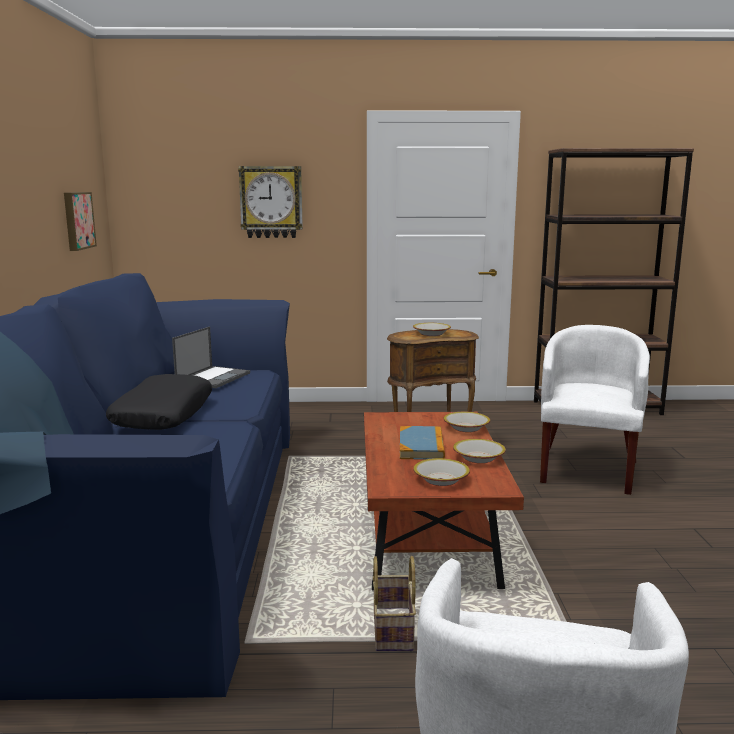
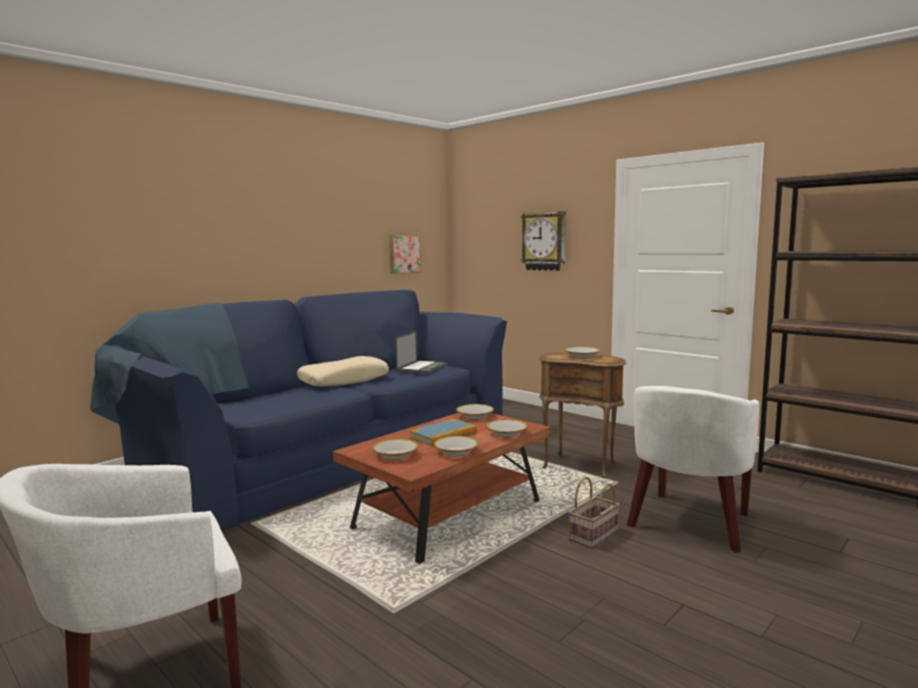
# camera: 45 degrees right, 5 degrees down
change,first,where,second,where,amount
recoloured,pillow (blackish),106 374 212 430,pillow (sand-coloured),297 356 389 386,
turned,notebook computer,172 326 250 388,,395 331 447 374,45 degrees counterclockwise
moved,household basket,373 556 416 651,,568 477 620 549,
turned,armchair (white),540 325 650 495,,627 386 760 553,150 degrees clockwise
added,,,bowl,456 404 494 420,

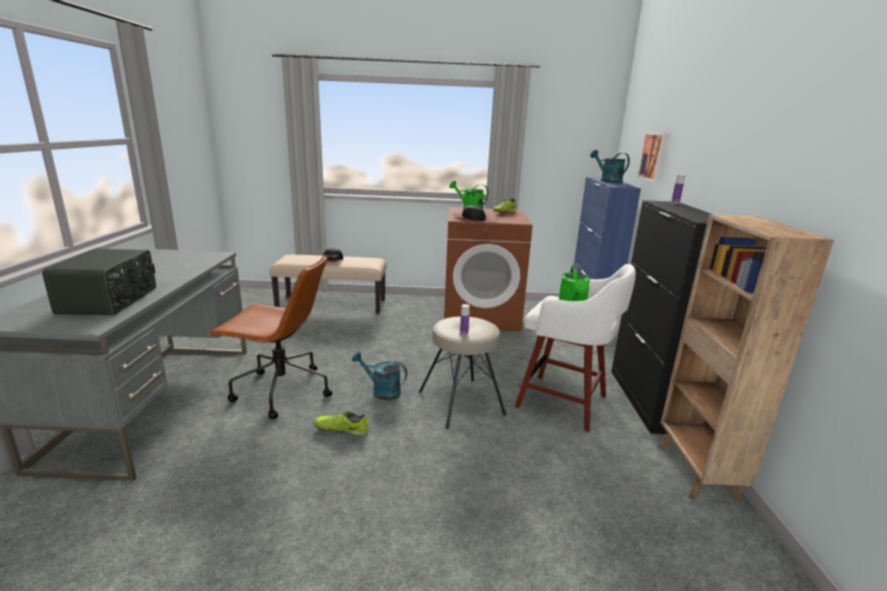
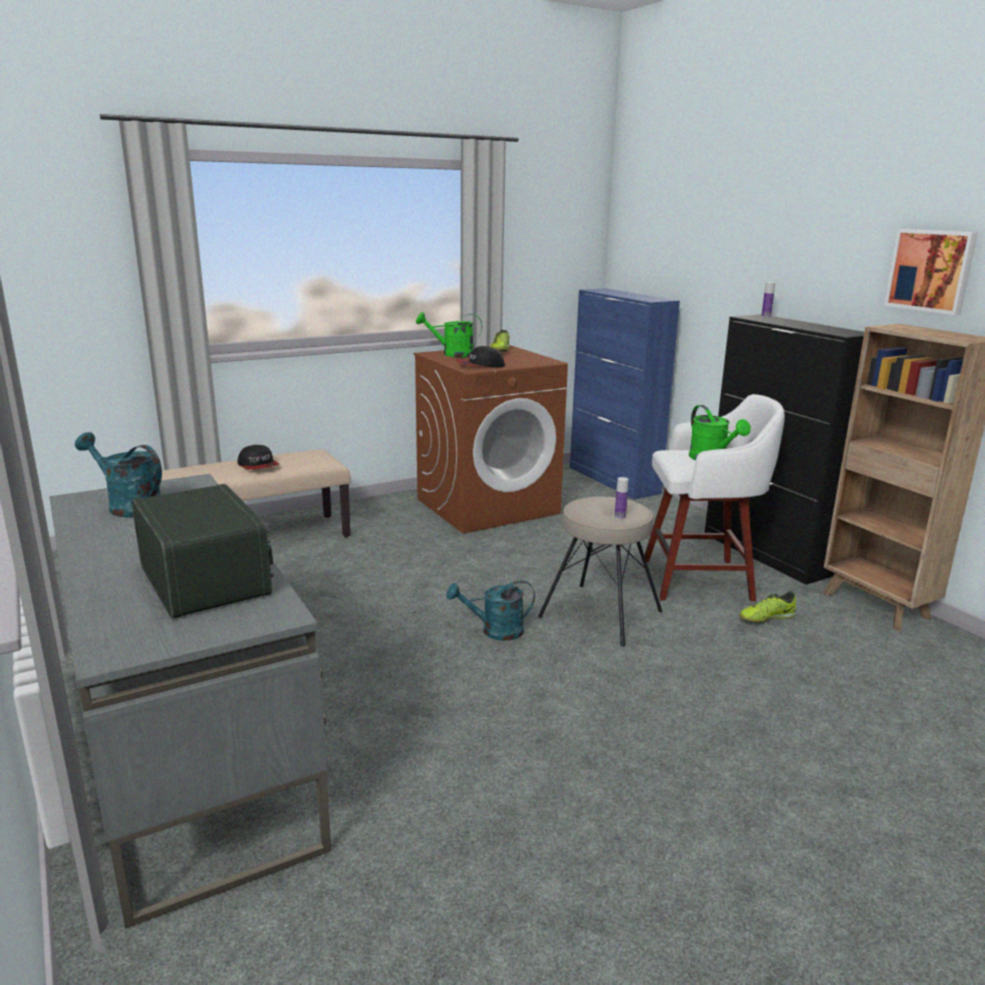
# camera: 30 degrees left, 0 degrees up
change,first,where,second,where,amount
removed,office chair (brownish),208 255 332 419,,,
moved,low shoe,314 411 369 436,,739 591 796 623,
moved,watering can (turquoise-coloured),590 150 630 183,,75 432 162 518,
moved,wall art,637 132 669 183,,884 229 978 315,

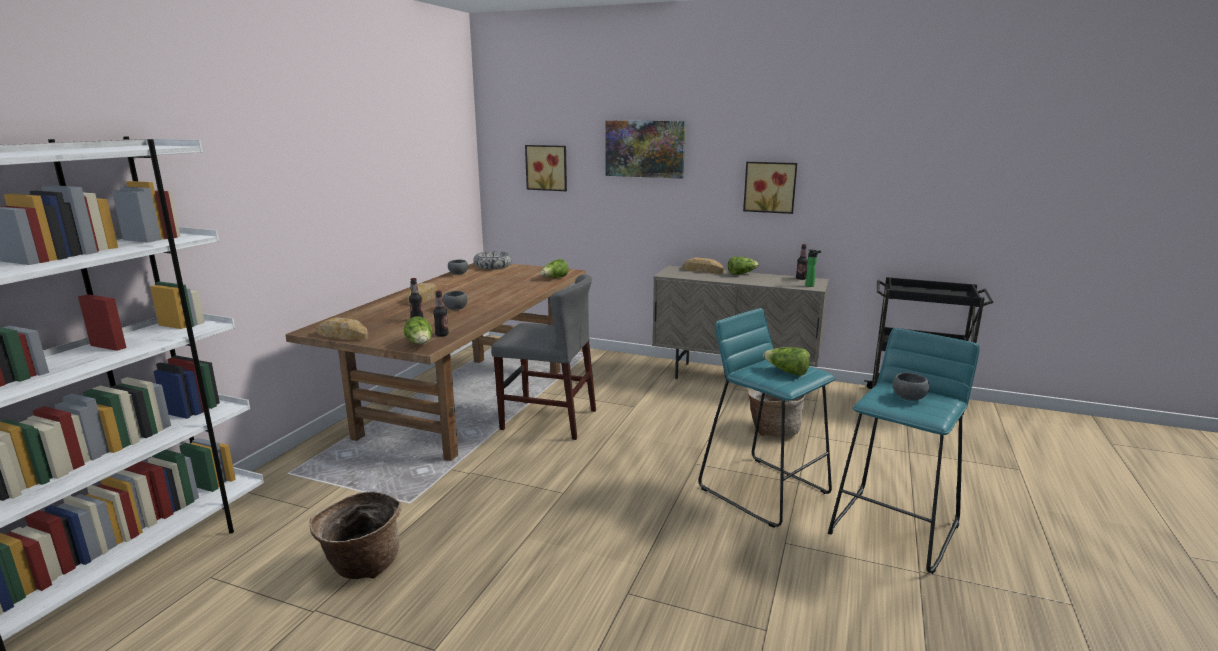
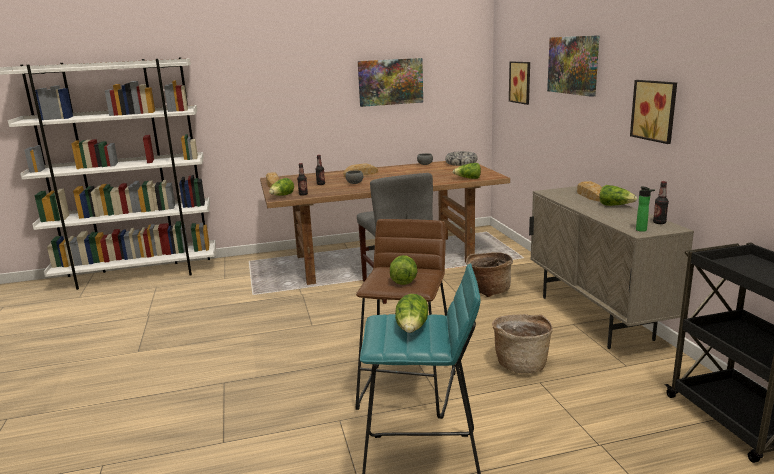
# camera: 55 degrees right, 0 degrees up
change,first,where,second,where,amount
moved,household basket,309 491 402 579,,466 252 513 297,
recoloured,stool seat (turquoise-coloured),698 308 836 528,stool seat (brownish),356 219 456 419,
replaced,bowl (gray),893 373 929 401,lettuce head,395 294 428 333,
added,,,wall art,358 58 423 107,

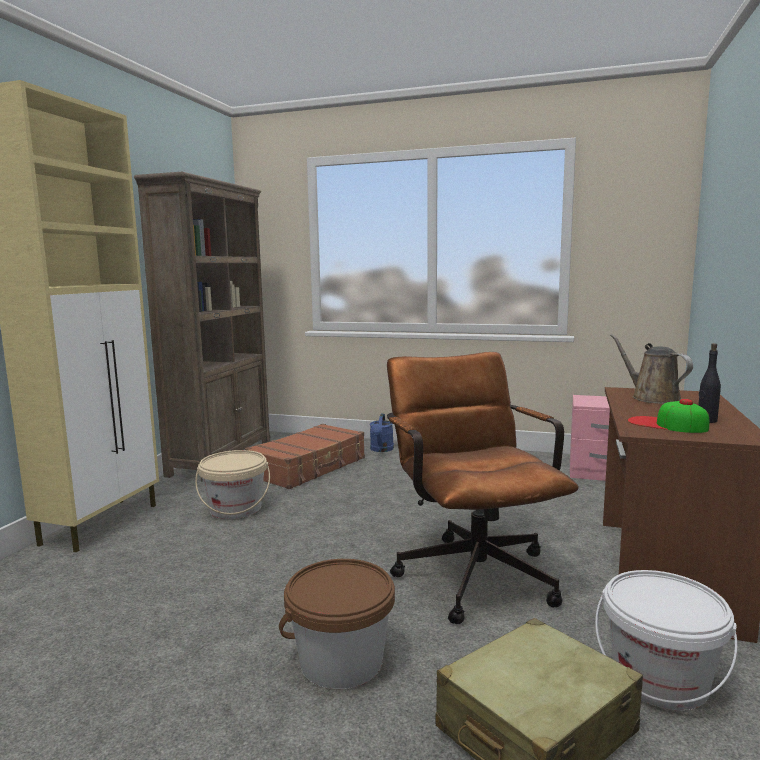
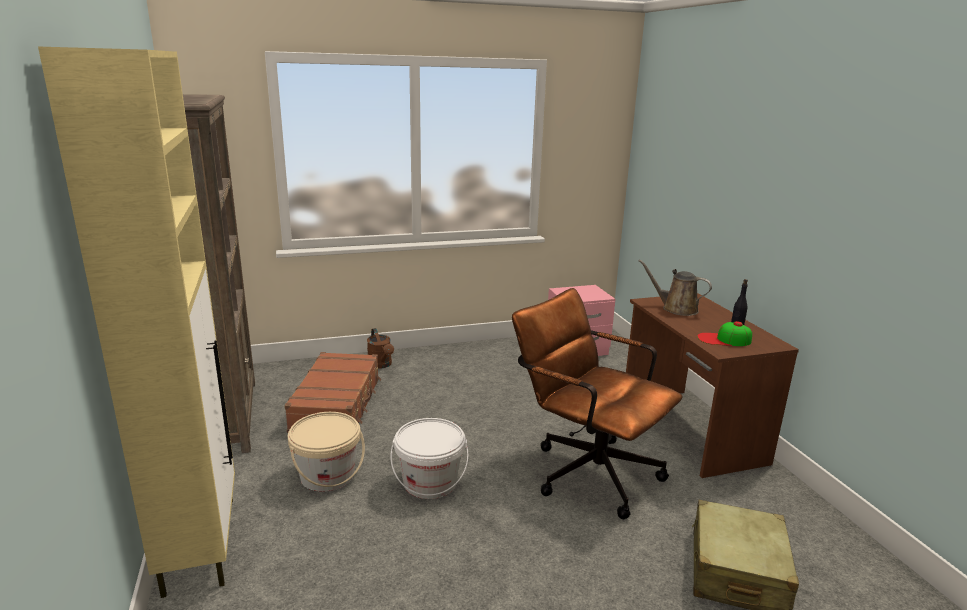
# camera: 35 degrees left, 10 degrees up
change,first,where,second,where,amount
removed,water bucket (brownish),279 559 395 689,,,
recoloured,watering can (blue-coloured),370 414 394 452,watering can (brownish),367 328 394 369,
moved,water bucket (white),595 570 737 711,,390 418 468 499,

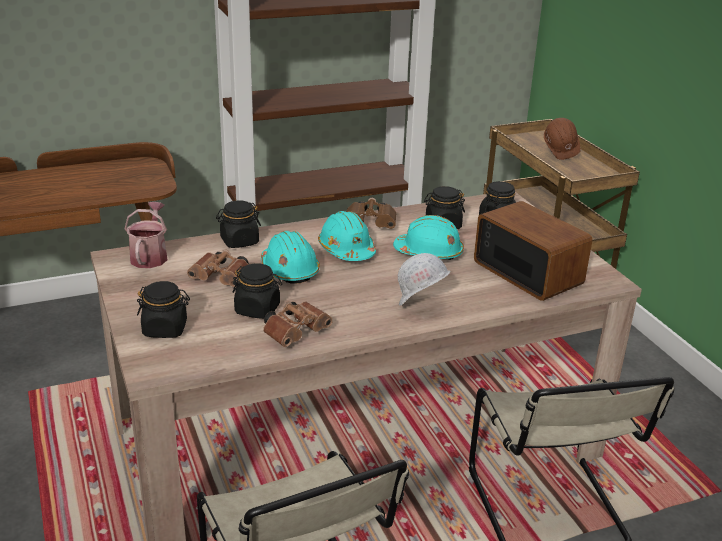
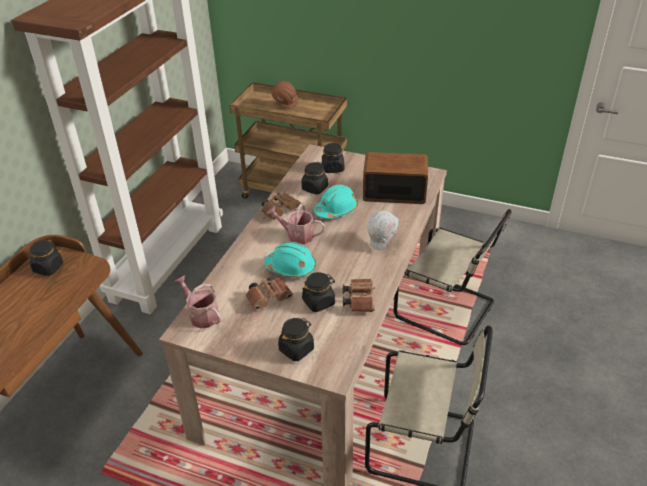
# camera: 45 degrees left, 10 degrees up
change,first,where,second,where,amount
moved,jar (blackish),216 200 261 248,,30 239 63 276,
replaced,hard hat (turquoise-coloured),318 211 376 261,watering can,267 204 325 244,

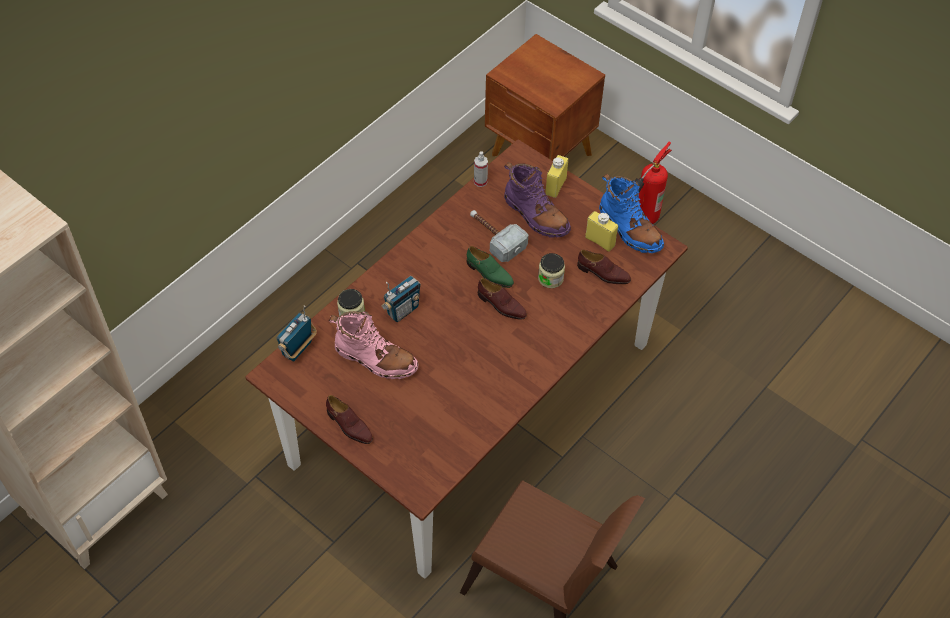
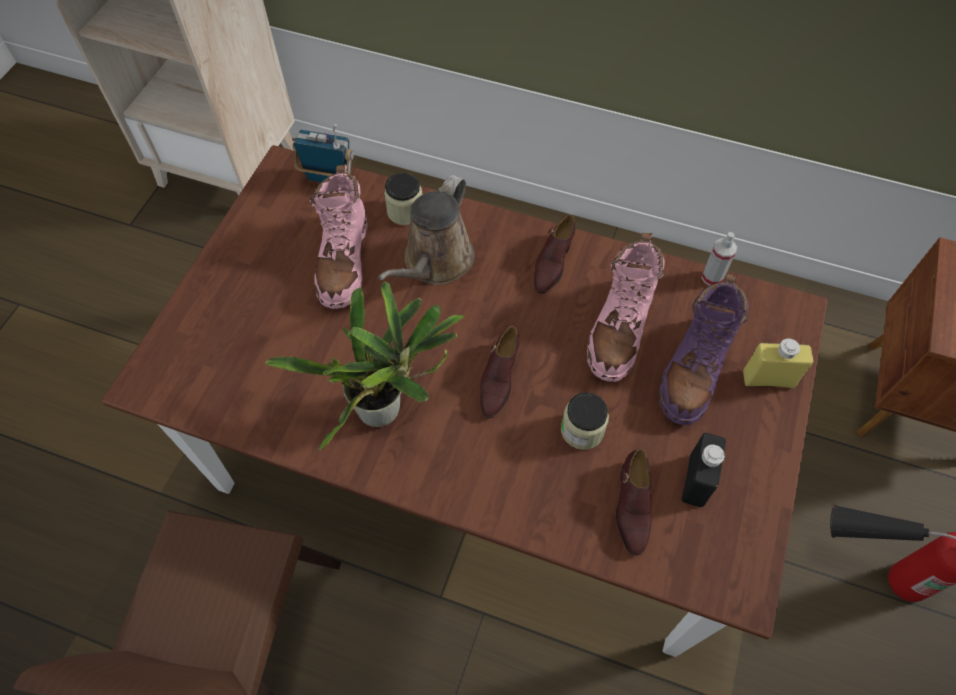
# camera: 70 degrees right, 5 degrees up
change,first,where,second,where,amount
moved,low shoe (brownish),326 395 373 444,,534 214 576 294,
replaced,radio set,381 276 421 322,watering can (brownish),378 175 475 285,
removed,low shoe (greenish),467 246 514 288,,,
replaced,hand hammer,470 210 528 262,high-top boot (pink),587 233 665 382,
recoloured,drink bottle (yellowish),585 211 618 252,drink bottle (blackish),682 433 726 507,
removed,high-top boot (blue-coloured),599 173 664 253,,,
added,,,potted plant,265 282 464 451,

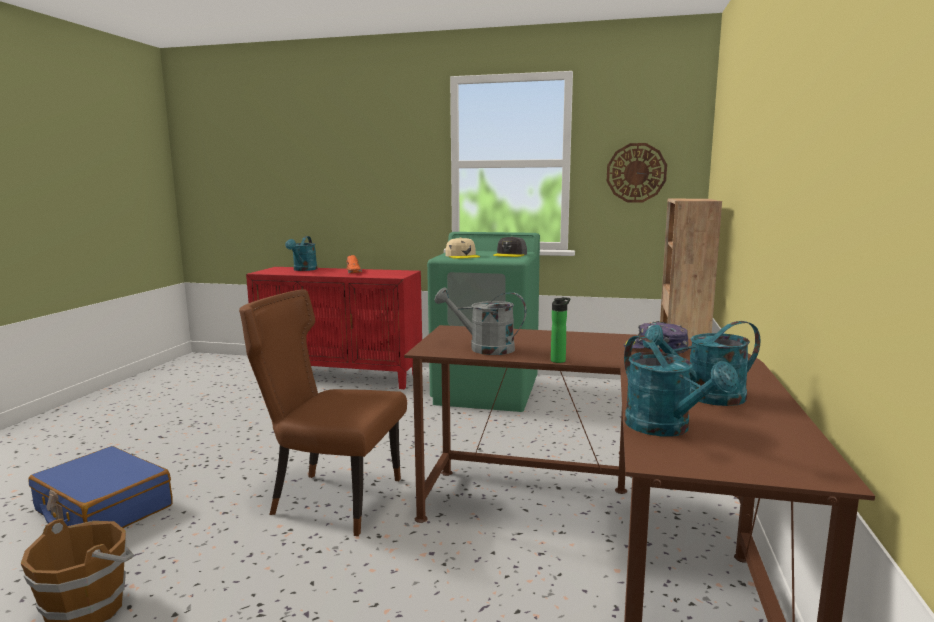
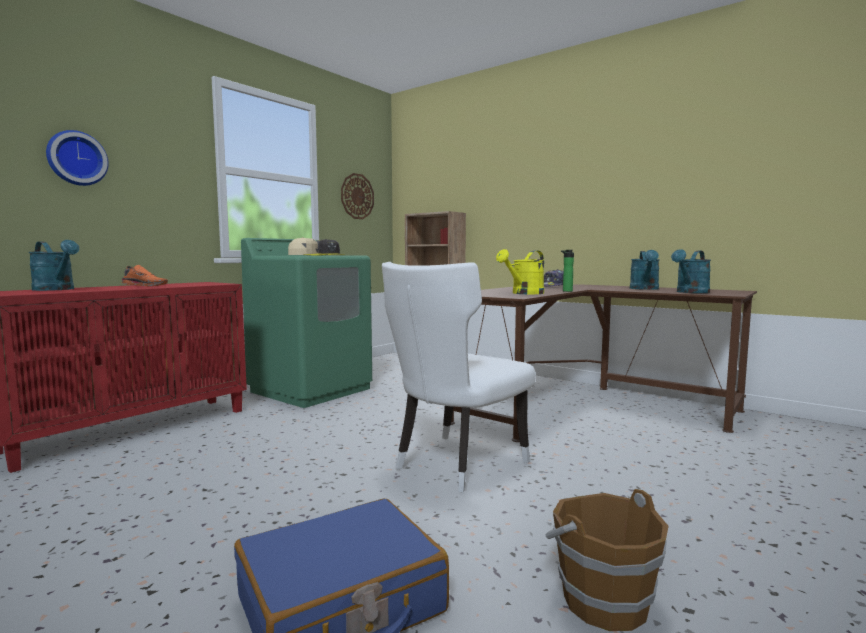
# camera: 65 degrees left, 5 degrees down
change,first,where,second,where,amount
recoloured,upright chair (brownish),239 289 407 536,upright chair (white),382 262 536 492,
recoloured,watering can (gray),434 287 527 355,watering can (yellowish),496 249 544 294,
turned,watering can (turquoise-coloured),624 335 738 436,,671 249 711 293,135 degrees clockwise
added,,,clock on the wall,46 130 109 186,

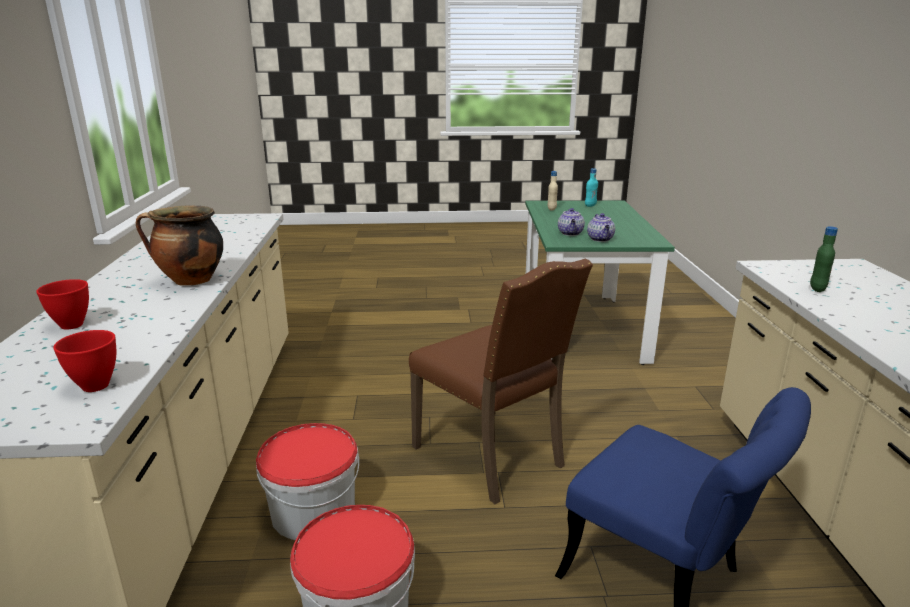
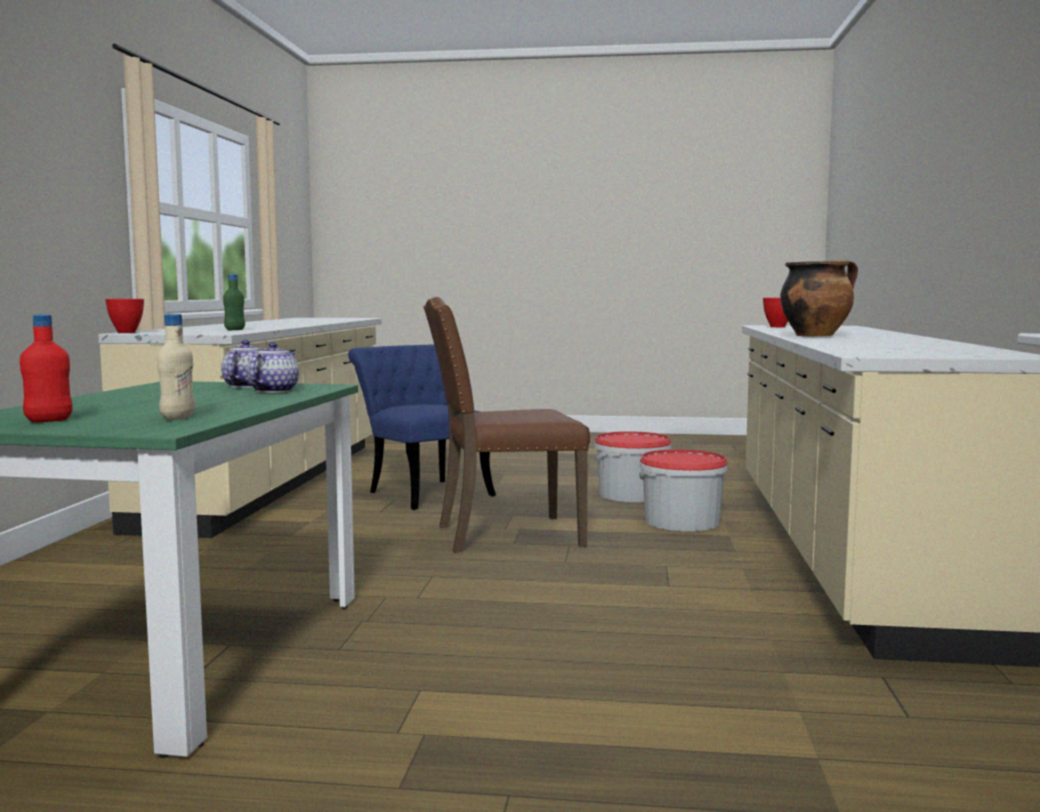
# camera: 170 degrees left, 15 degrees down
change,first,where,second,where,amount
moved,bowl (red),36 279 89 330,,105 299 144 333,
turned,upright chair (brownish),409 259 593 504,,423 297 590 553,75 degrees counterclockwise
recoloured,drink bottle (turquoise-coloured),585 168 598 207,drink bottle (red),20 314 73 422,

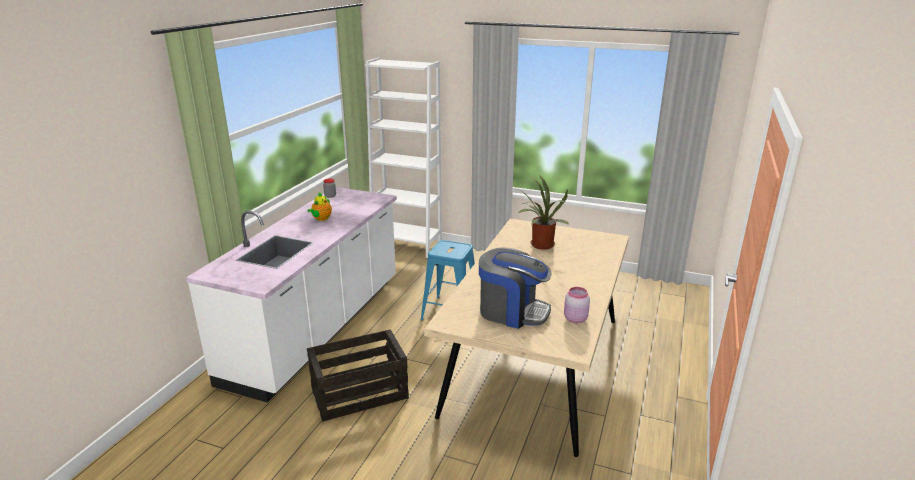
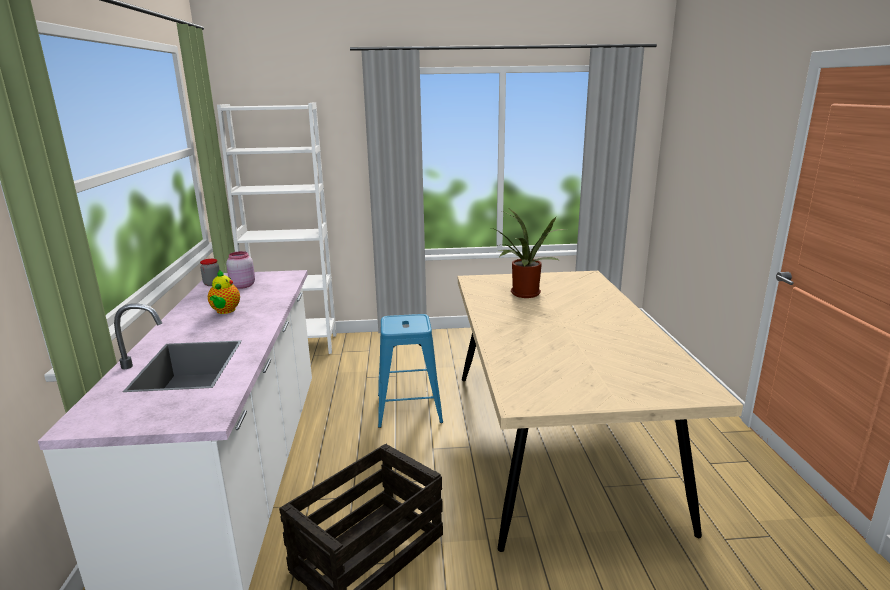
# camera: 25 degrees left, 5 degrees down
change,first,where,second,where,amount
removed,coffee brewer,479 247 552 329,,,
moved,jar (pink),564 287 590 323,,226 251 255 289,

